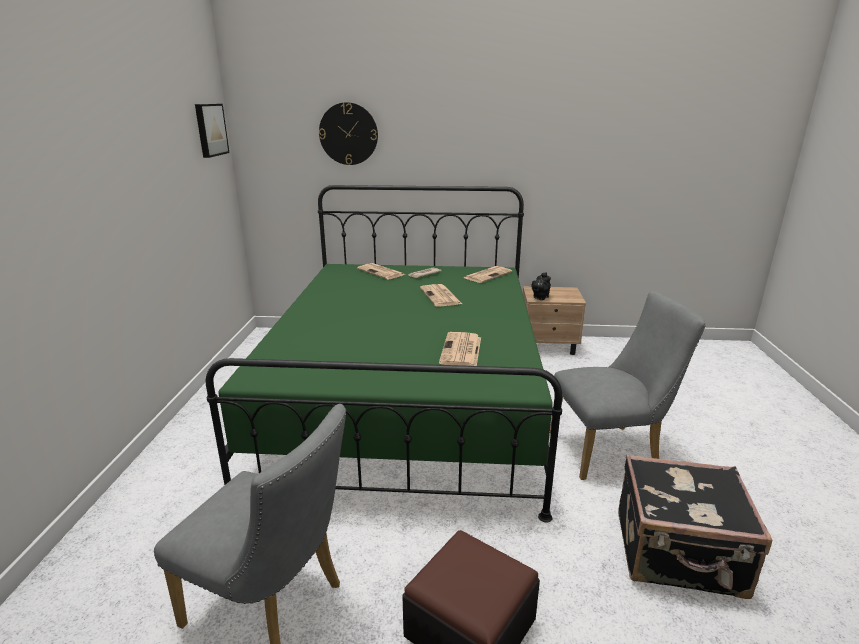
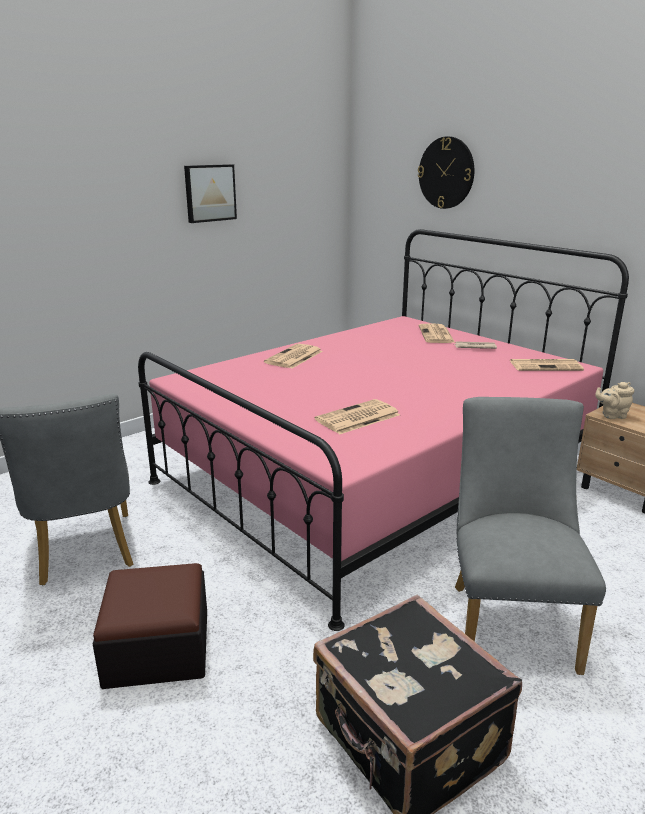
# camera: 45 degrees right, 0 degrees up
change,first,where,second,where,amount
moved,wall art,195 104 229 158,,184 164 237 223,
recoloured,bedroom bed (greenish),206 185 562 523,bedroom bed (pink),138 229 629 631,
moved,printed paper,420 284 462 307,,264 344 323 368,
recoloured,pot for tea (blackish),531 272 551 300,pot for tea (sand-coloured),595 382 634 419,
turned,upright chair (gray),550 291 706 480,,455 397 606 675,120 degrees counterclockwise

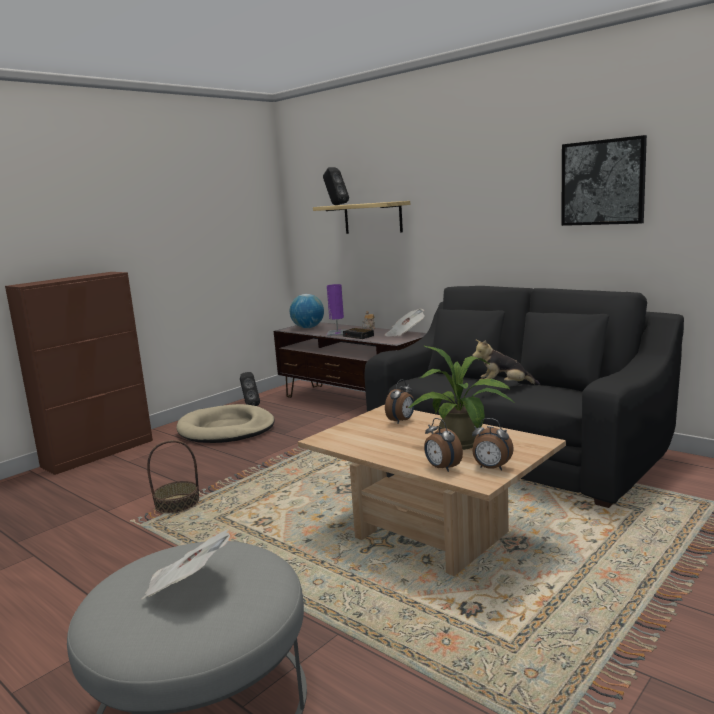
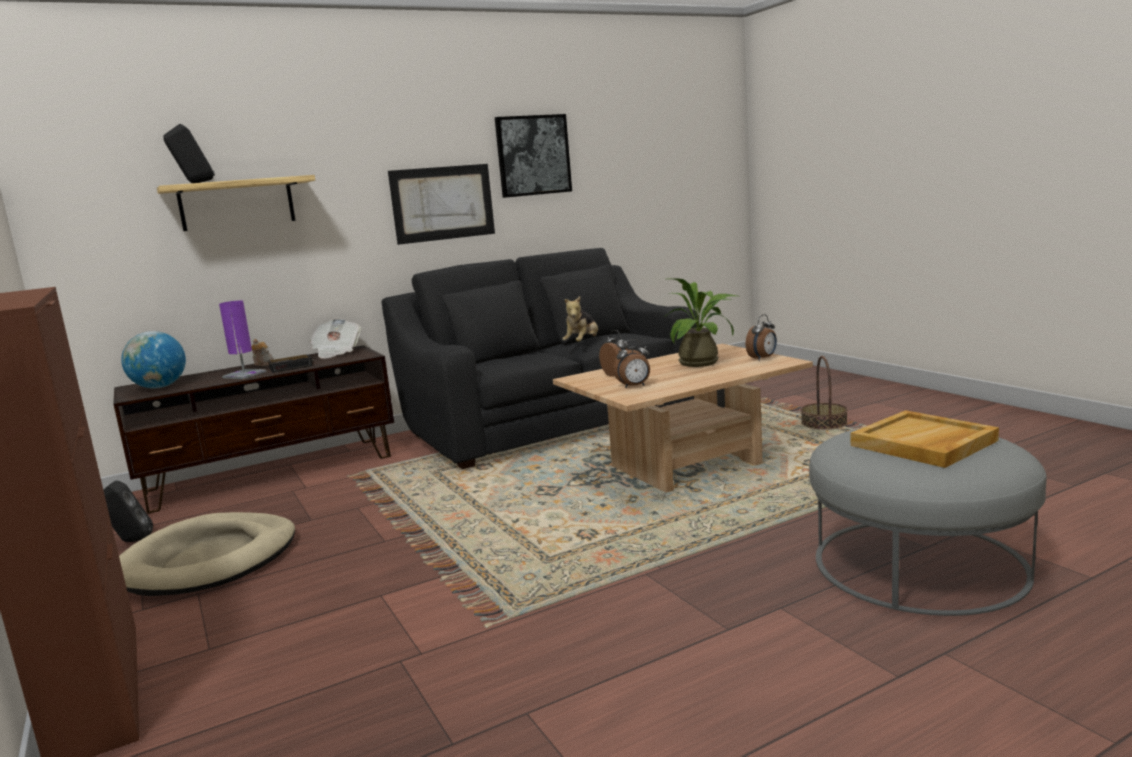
# camera: 70 degrees left, 0 degrees up
change,first,where,second,where,amount
replaced,printed paper,141 529 230 600,serving tray (sand-coloured),851 410 999 468,
moved,household basket,147 440 199 513,,801 356 848 430,
moved,table clock,424 418 463 472,,613 339 650 388,
added,,,wall art,388 164 495 245,

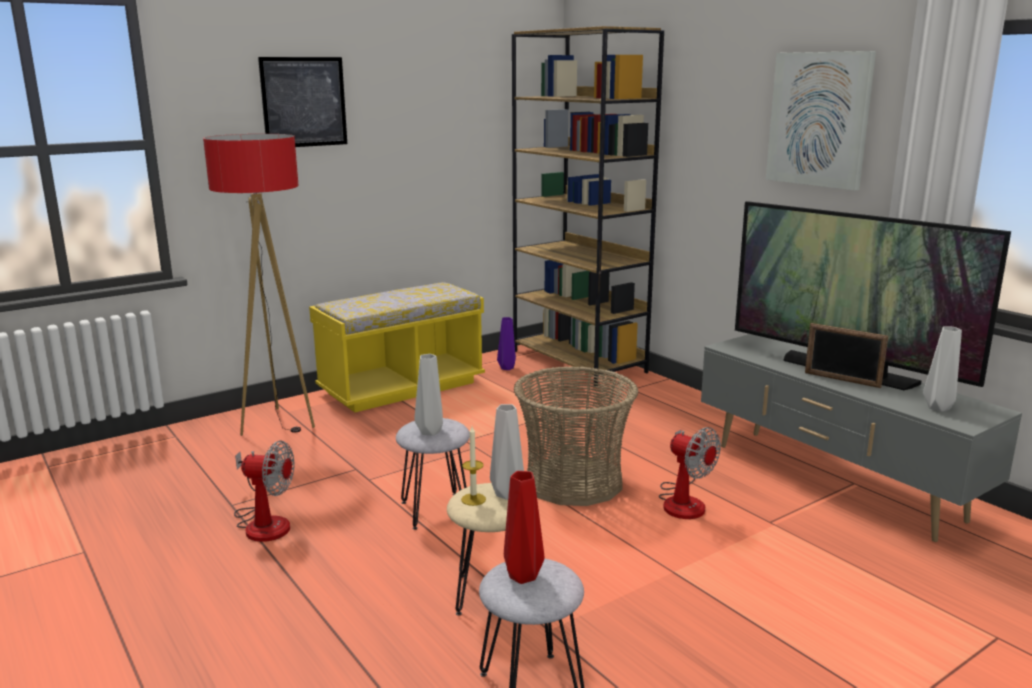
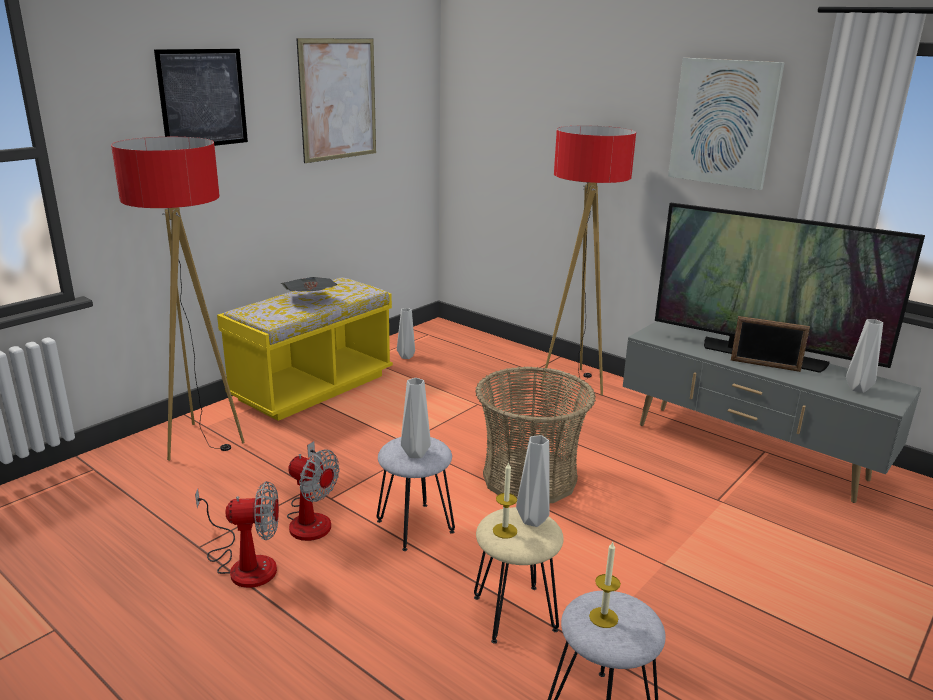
# camera: 15 degrees left, 5 degrees up
change,first,where,second,where,amount
recoloured,flower vase (purple-coloured),497 317 516 370,flower vase (gray),397 308 415 359,
replaced,flower vase (red),504 471 545 584,wax candle,589 542 621 628,
removed,bookshelf (brownish),512 26 664 386,,,
moved,electric fan,659 427 721 519,,287 441 340 541,
added,,,printed paper,280 277 337 292,
added,,,wall art,296 38 376 163,
added,,,standard lamp,541 126 636 396,

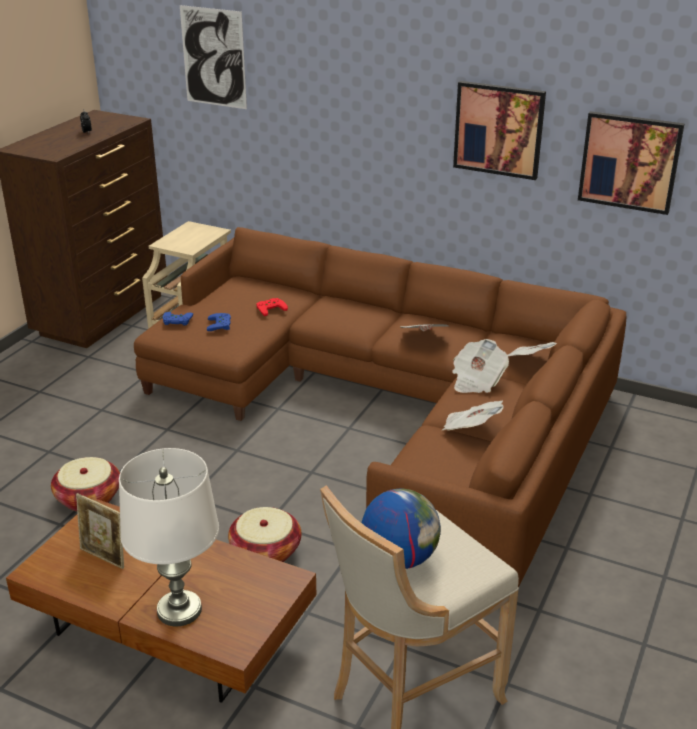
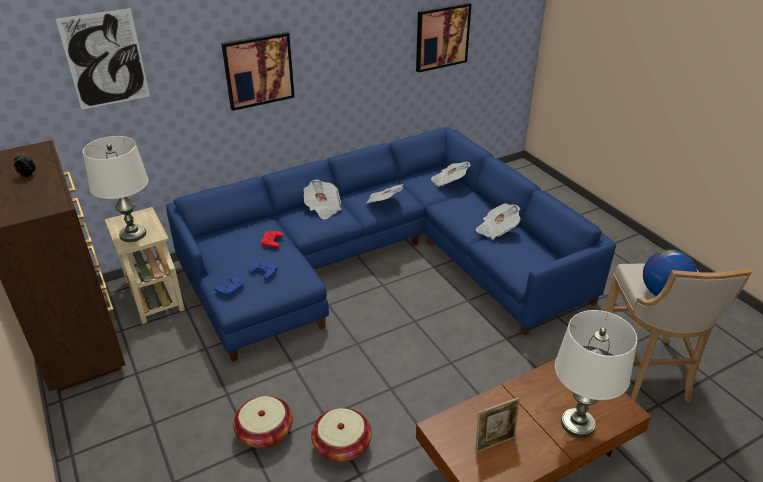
# camera: 55 degrees left, 5 degrees up
change,first,where,second,where,amount
recoloured,sofa (brownish),134 227 626 587,sofa (blue-coloured),166 127 616 362,
moved,household basket,228 507 301 562,,233 396 293 449,
moved,printed paper,452 339 509 393,,304 179 342 220,
moved,wall art,453 81 546 180,,221 32 295 111,
added,,,table lamp (white),83 136 149 242,

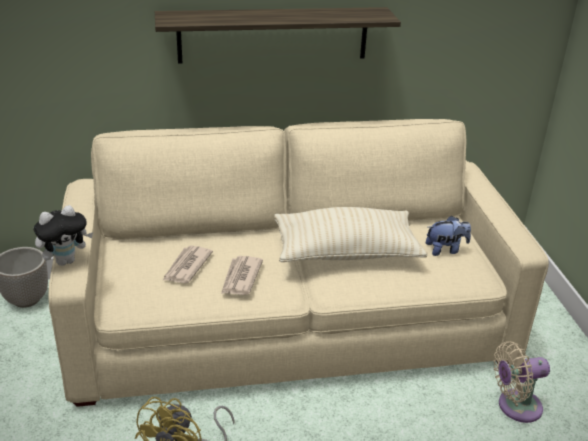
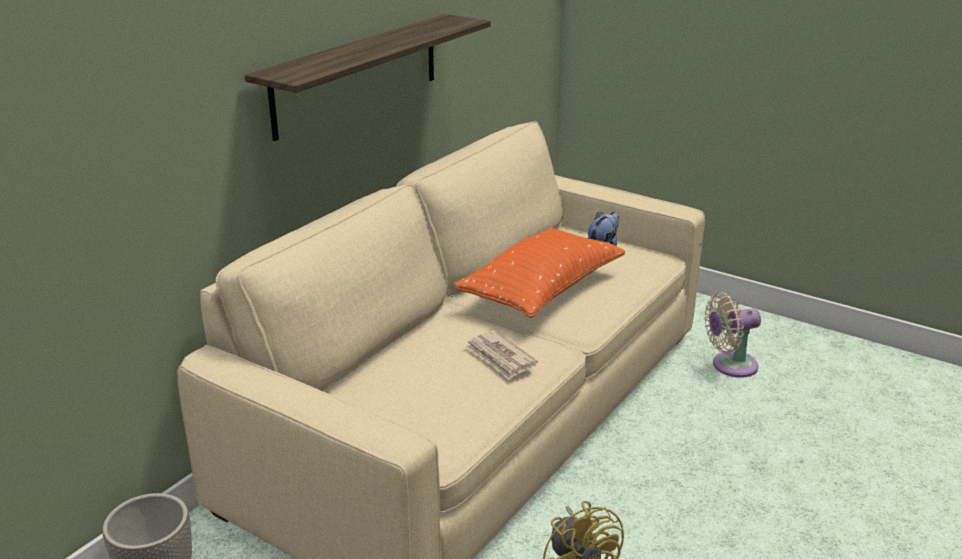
# camera: 45 degrees left, 5 degrees down
change,first,where,second,where,amount
removed,cuddly toy,34 205 93 266,,,
removed,printed paper,162 246 213 283,,,
recoloured,pillow (sand-coloured),274 207 428 262,pillow (orange-coloured),453 228 625 318,
turned,electric fan (sand-coloured),493 341 550 423,,704 292 761 378,45 degrees clockwise

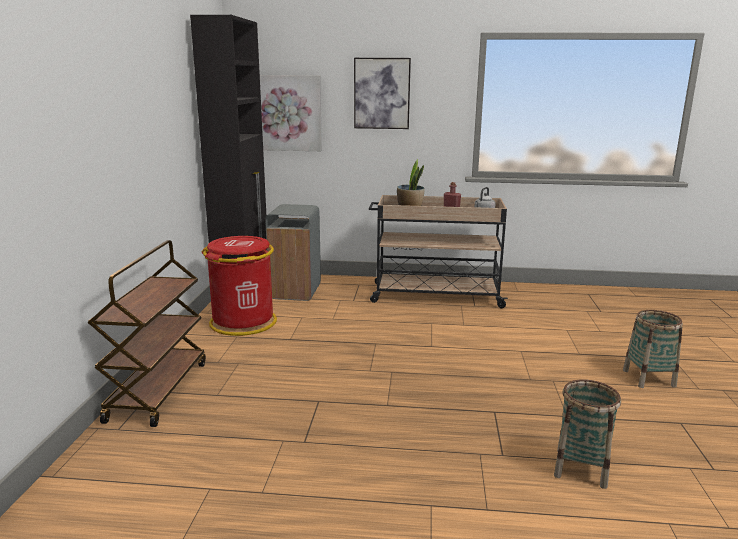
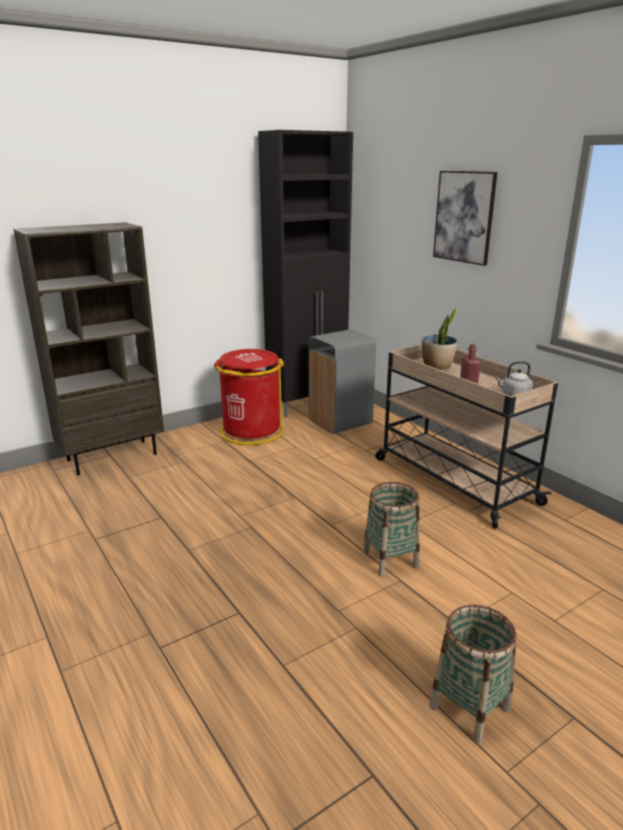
# camera: 50 degrees right, 5 degrees up
change,first,where,second,where,amount
replaced,wheeled cart (brownish),88 240 206 427,bookshelf (brownish),13 222 164 475,
removed,wall art,260 75 322 151,,,
moved,household basket,554 379 621 489,,363 482 420 576,

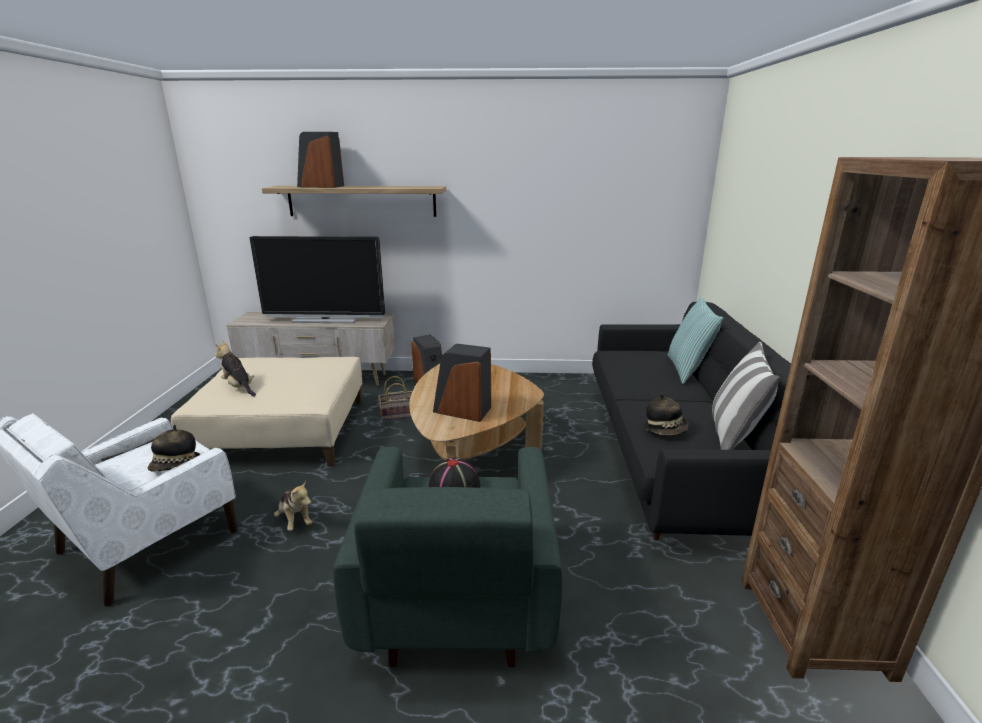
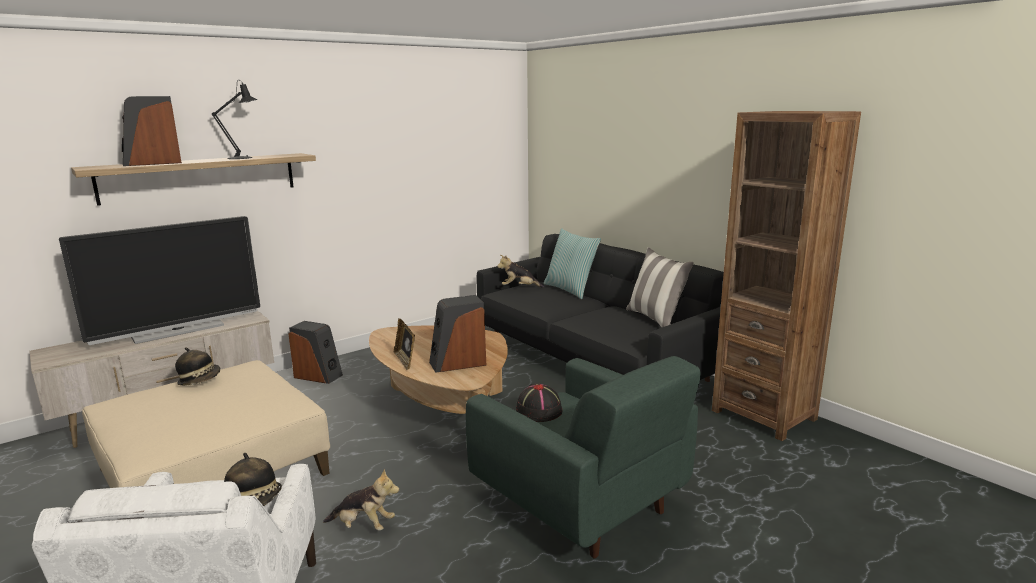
# camera: 40 degrees left, 5 degrees down
change,first,where,second,where,amount
moved,cuddly toy,215 341 256 396,,497 255 544 288,
removed,household basket,378 376 412 421,,,
moved,clothing hat,644 394 689 435,,175 347 220 385,
added,,,table lamp (blackish),212 80 257 159,
added,,,photo frame,394 318 415 371,

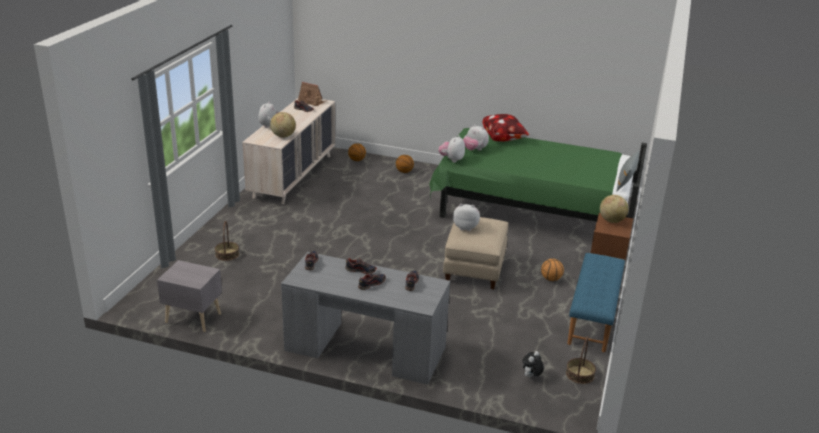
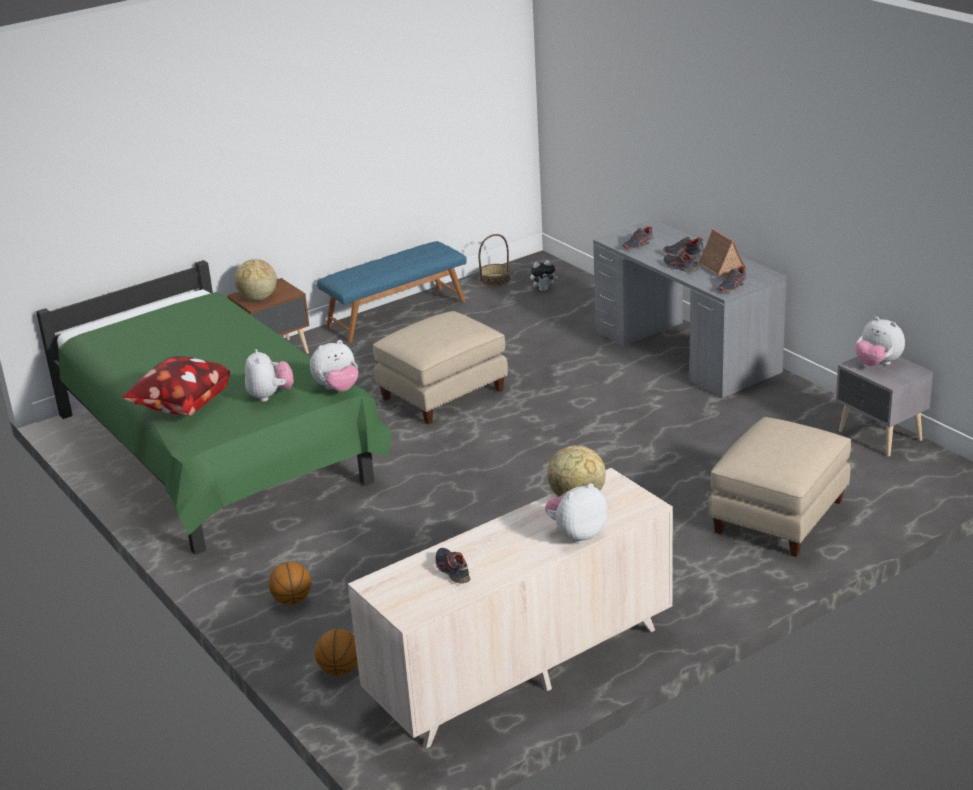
# camera: 140 degrees left, 0 degrees up
change,first,where,second,where,amount
replaced,household basket,215 221 239 261,footrest (sand-coloured),709 417 851 557,
moved,model house,298 82 324 106,,697 229 745 277,
moved,cuddly toy,453 204 480 231,,855 317 905 366,
removed,ball for basketball,541 259 564 281,,,
removed,pillow (gray),616 150 639 191,,,

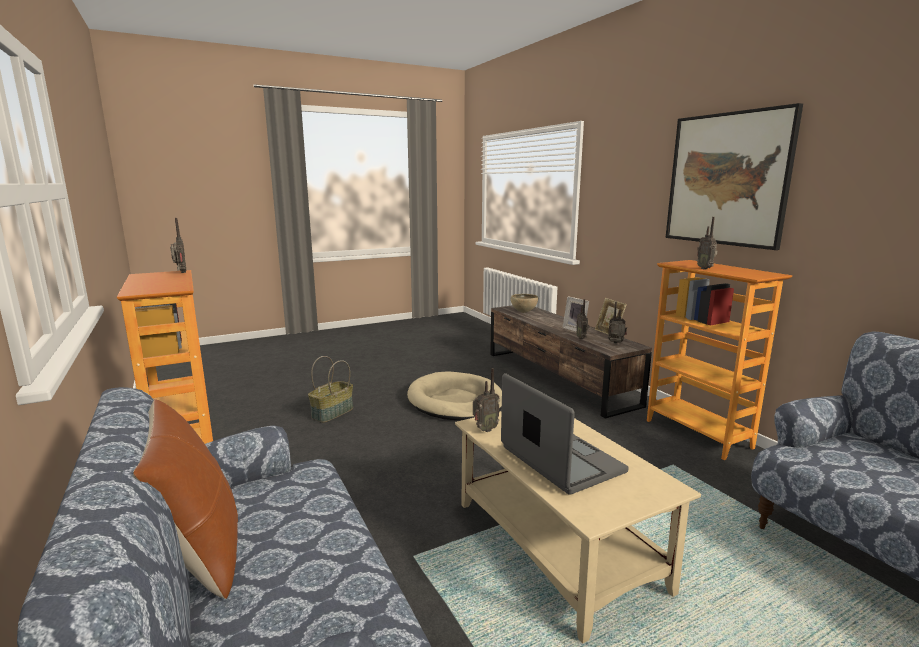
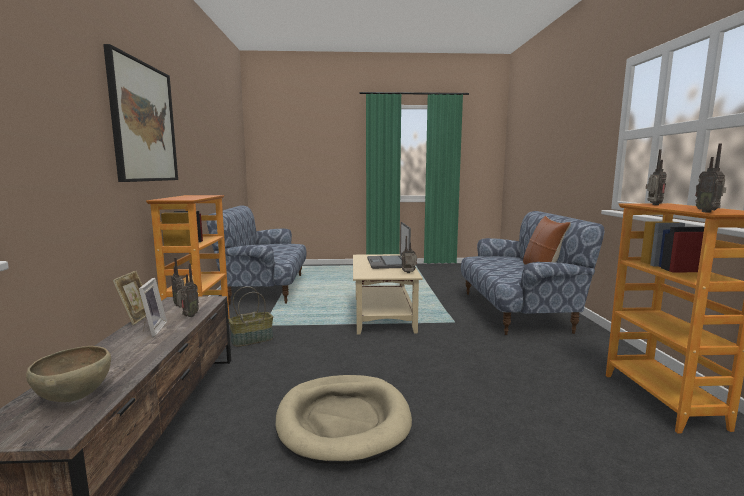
# camera: 155 degrees left, 5 degrees down
change,first,where,second,where,amount
moved,household basket,308 356 353 422,,229 286 273 347,
moved,radio set,697 217 718 270,,646 149 667 205,

